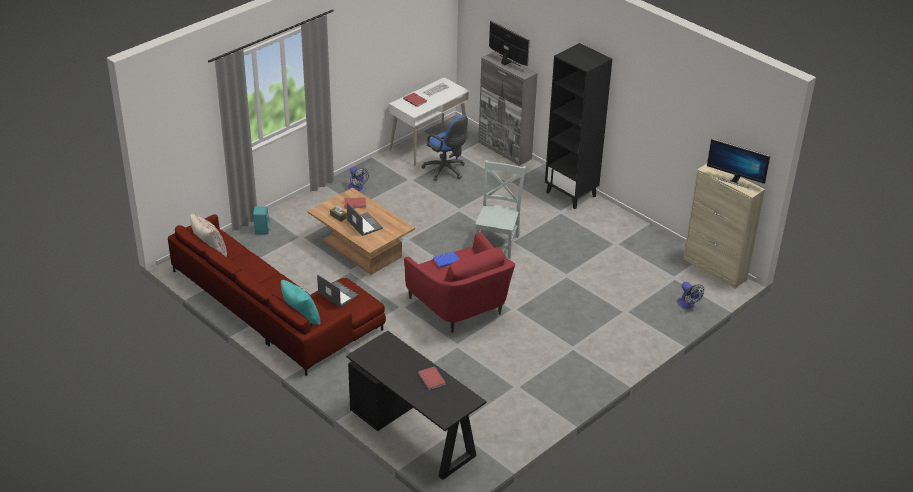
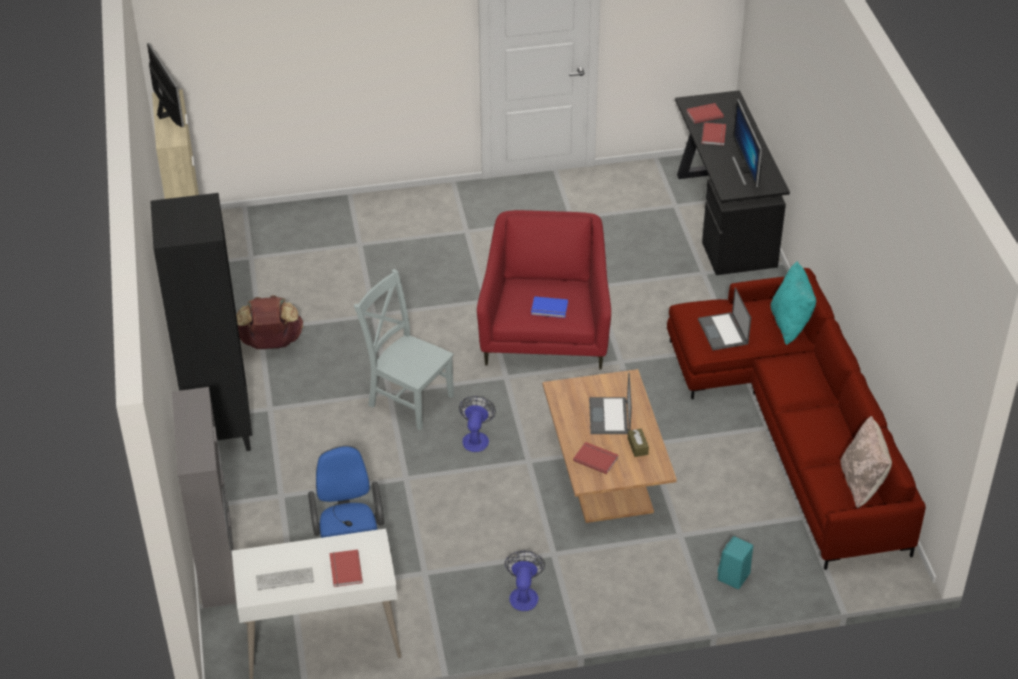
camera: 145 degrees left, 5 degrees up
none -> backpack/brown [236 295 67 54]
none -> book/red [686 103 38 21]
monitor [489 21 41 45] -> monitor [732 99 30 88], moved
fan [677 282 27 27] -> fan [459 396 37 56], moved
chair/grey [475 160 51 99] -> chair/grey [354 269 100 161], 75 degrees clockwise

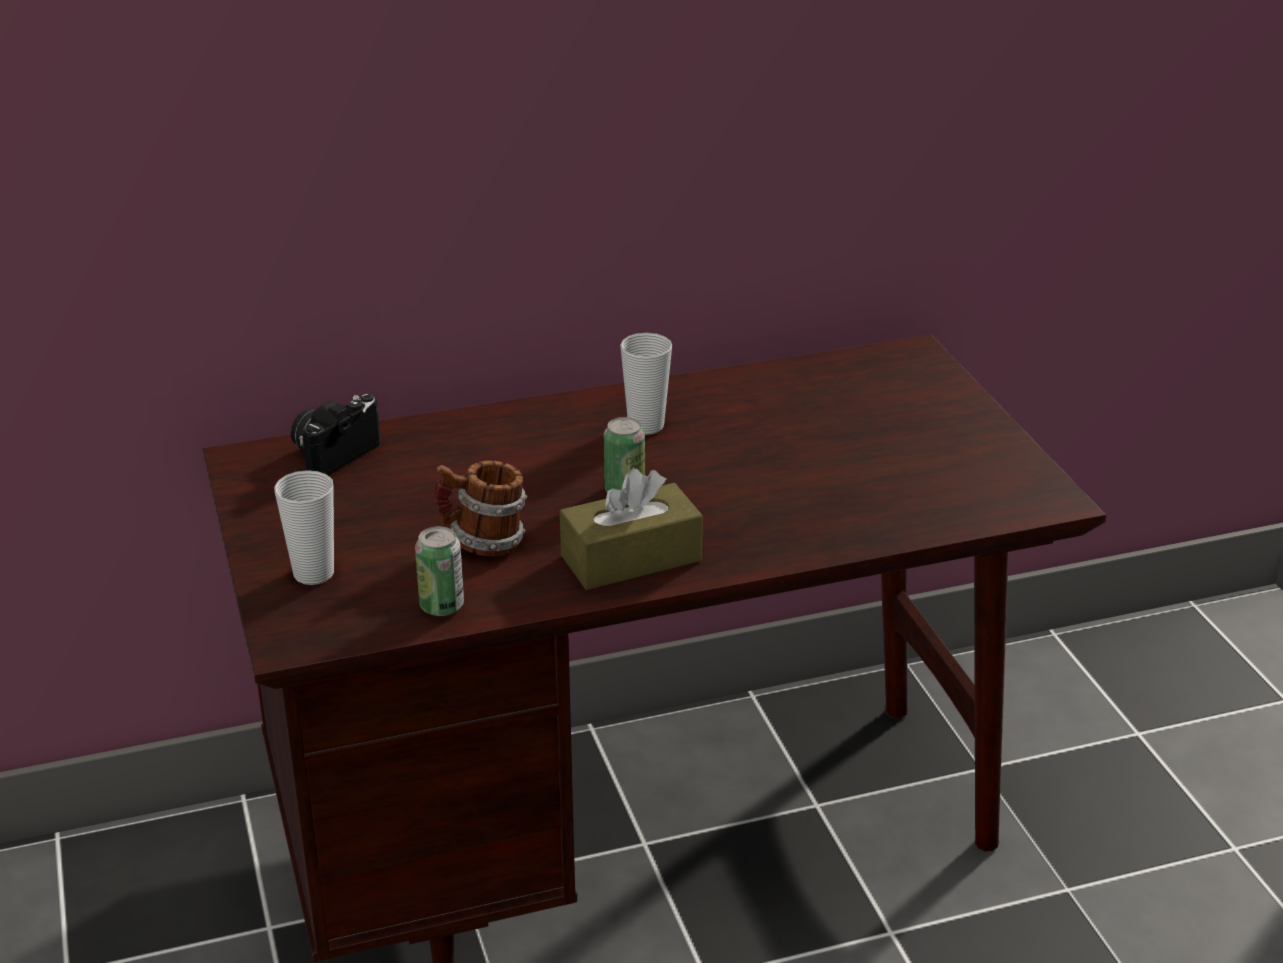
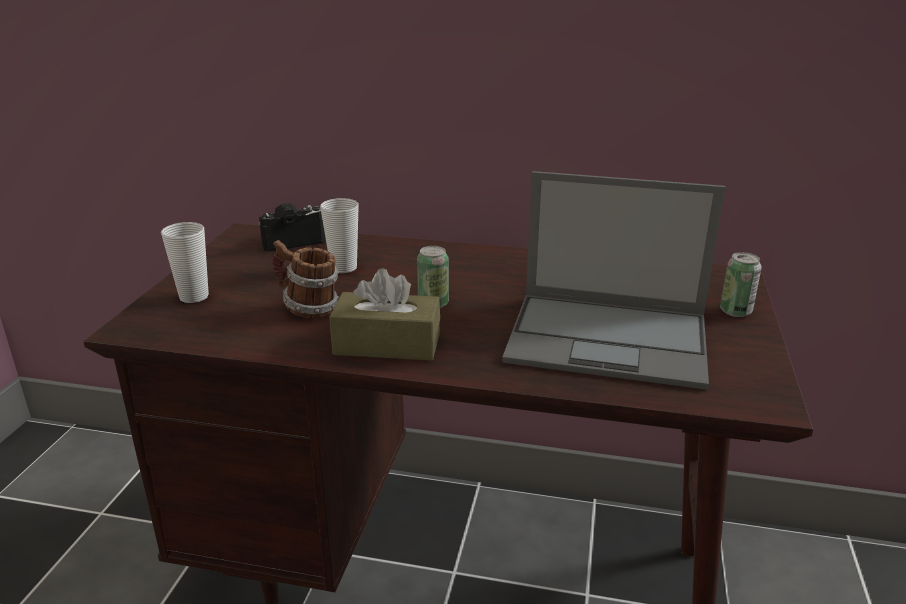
camera: 30 degrees right, 5 degrees down
none -> laptop [502 171 224 219]
can [415 526 49 90] -> can [720 252 41 65], moved
cup [620 333 52 102] -> cup [320 198 39 75], moved

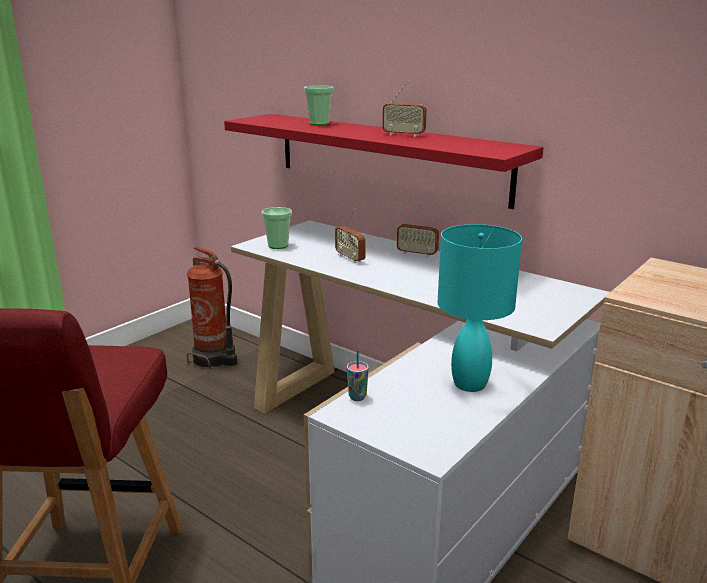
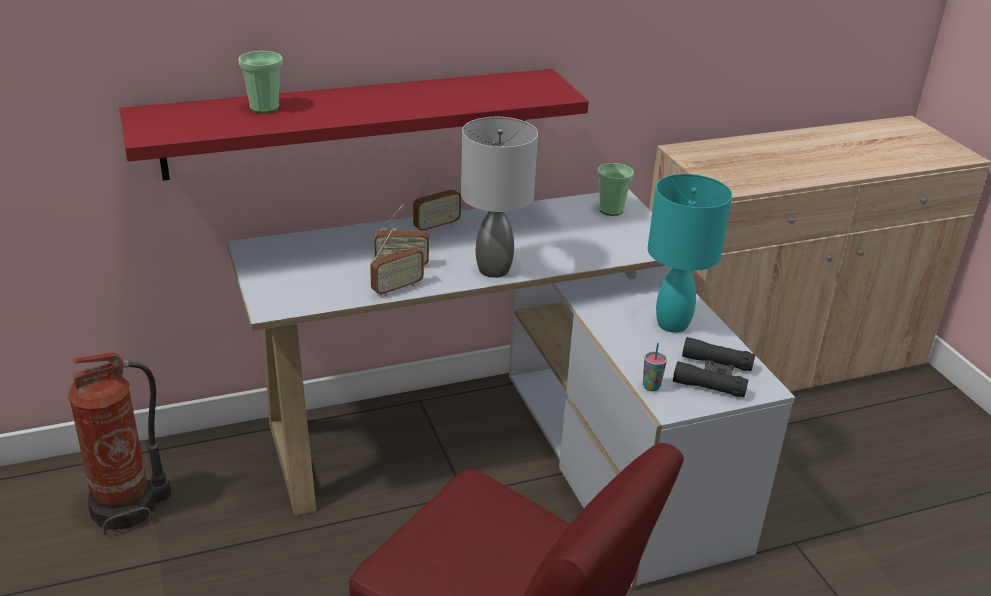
camera: 60 degrees left, 10 degrees up
none -> table lamp/grey [461 117 77 161]
none -> binoculars/black [673 337 82 60]
cup [262 207 30 42] -> cup [597 163 37 53], moved
radio [382 80 45 57] -> radio [370 226 54 70], moved

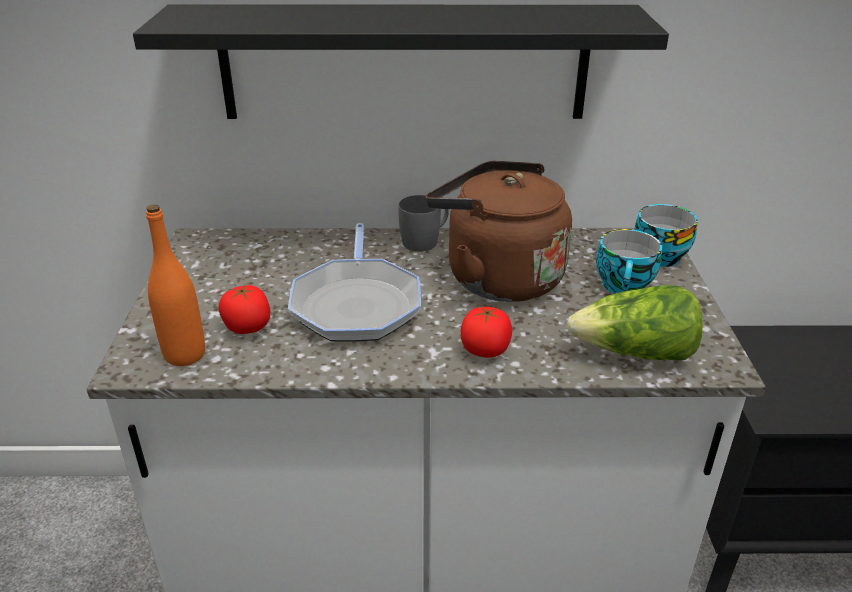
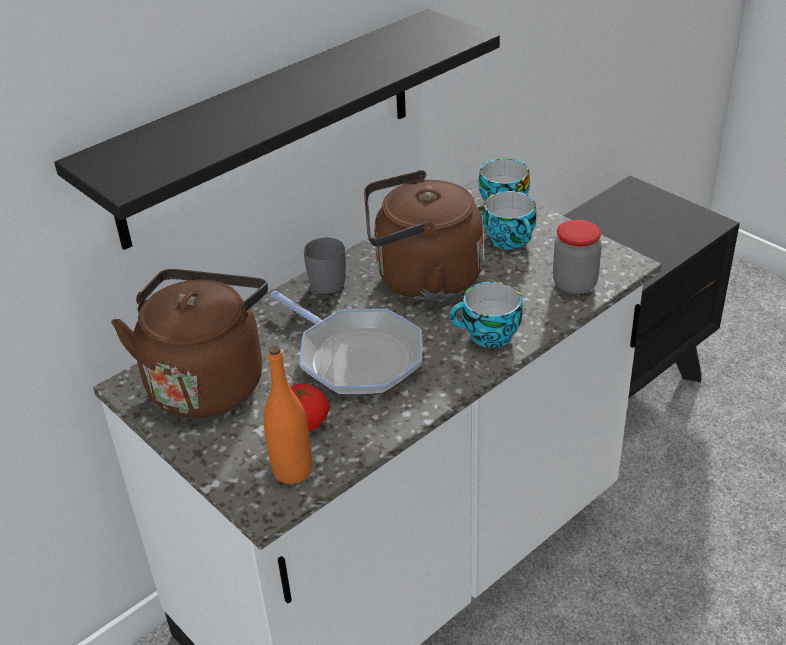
camera: 40 degrees left, 5 degrees up
none -> kettle/brown [111 269 157 149]
tomato [461 306 51 52] -> cup [450 281 73 67]
lettuce [567 285 136 76] -> jar [553 220 49 75]

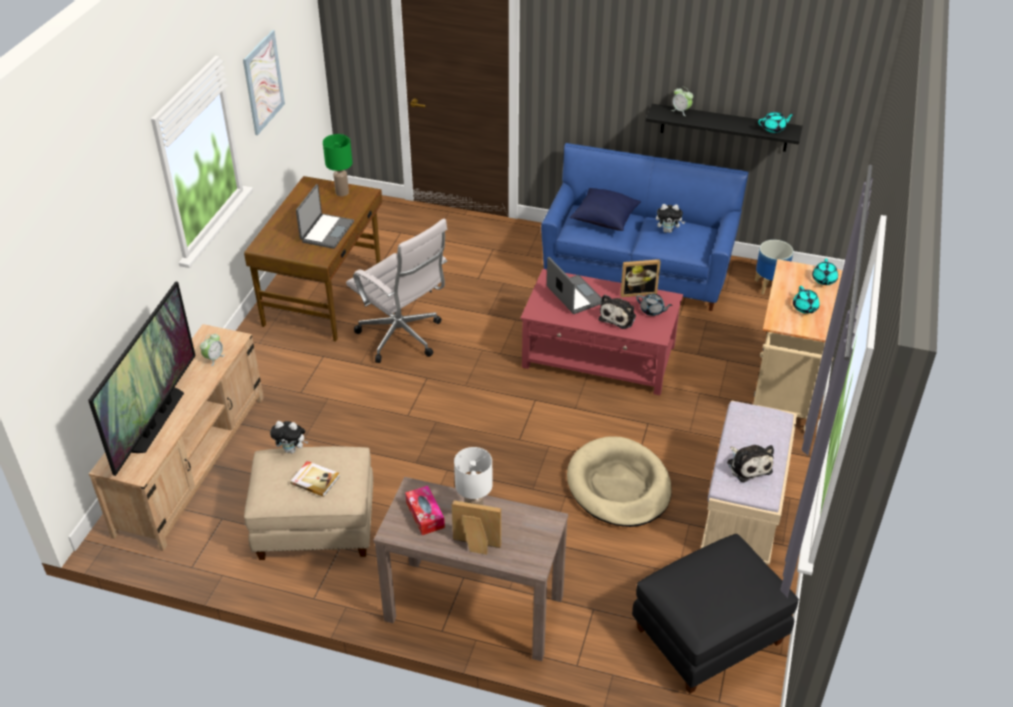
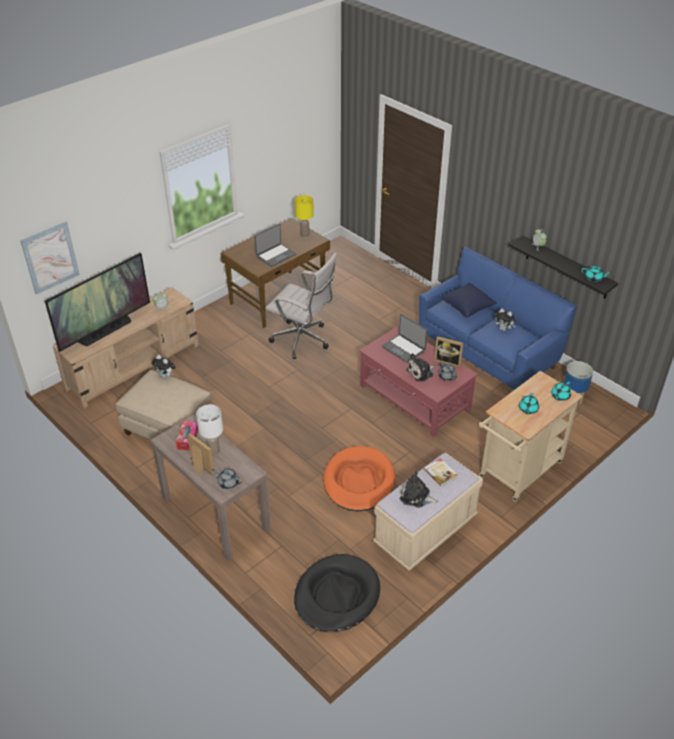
camera: 30 degrees right, 0 degrees up
none -> teapot/grey [212 469 30 20]
picture [243 30 42 105] -> picture [20 222 60 73], moved
book [290 461 50 36] -> book [424 458 34 28], moved
ottoman/black [632 534 167 160] -> dog bed/black [294 554 86 78]
table lamp/green [323 134 30 62] -> table lamp/yellow [295 195 19 42]
dog bed/beige [567 437 105 90] -> dog bed/orange [323 446 72 65]
office chair/white [346 218 101 145] -> office chair/white [266 253 71 106], 45 degrees counterclockwise
laptop [547 257 55 57] -> laptop [382 314 46 49], 135 degrees clockwise
plush toy [727 445 47 37] -> plush toy [400 471 38 37], 105 degrees clockwise

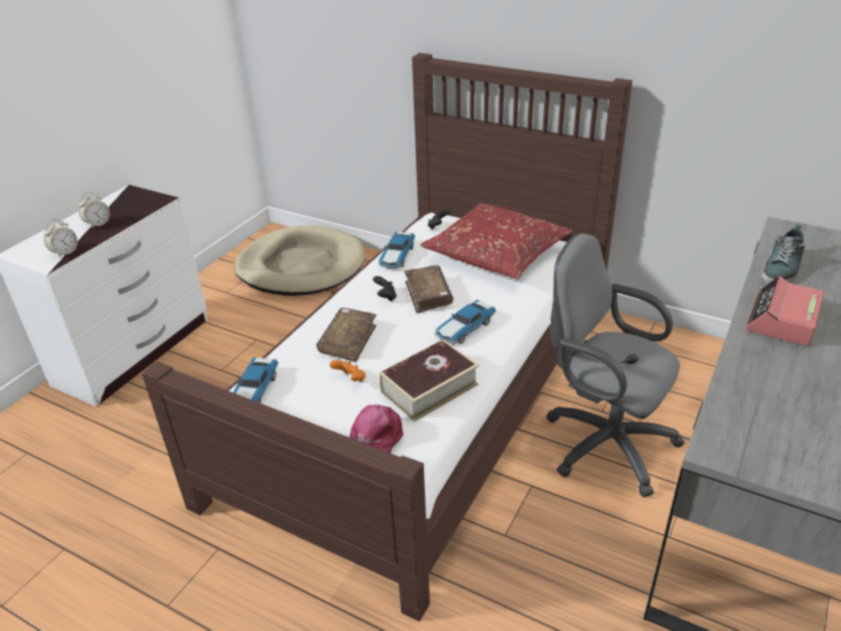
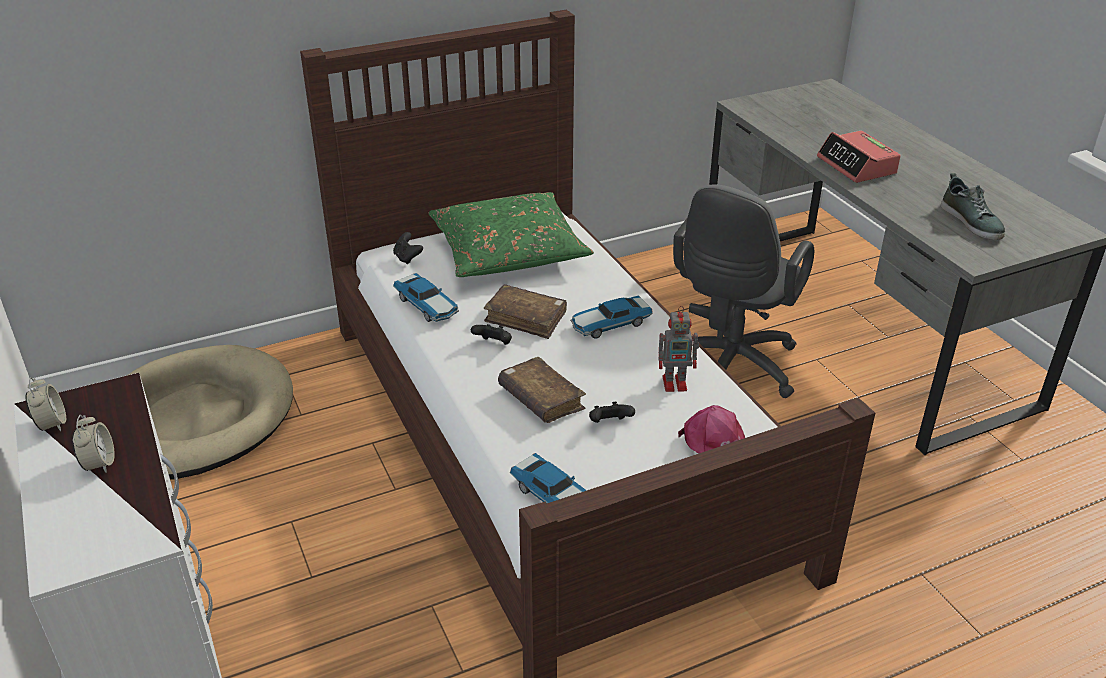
camera: 55 degrees left, 0 degrees up
alarm clock [44 219 34 39] -> alarm clock [26 377 40 54], moved
shoe [762 225 43 59] -> shoe [941 173 64 67], moved
book [379 340 100 82] -> toy robot [659 306 40 86]
game controller/orange [330 360 36 22] -> game controller/black [589 402 46 21]
pillow/red [420 203 152 76] -> pillow/green [428 192 166 85]
toy car [434 300 62 44] -> toy car [570 296 83 43], 75 degrees clockwise
office chair/grey [546 233 139 264] -> office chair/grey [673 184 141 214], 45 degrees counterclockwise

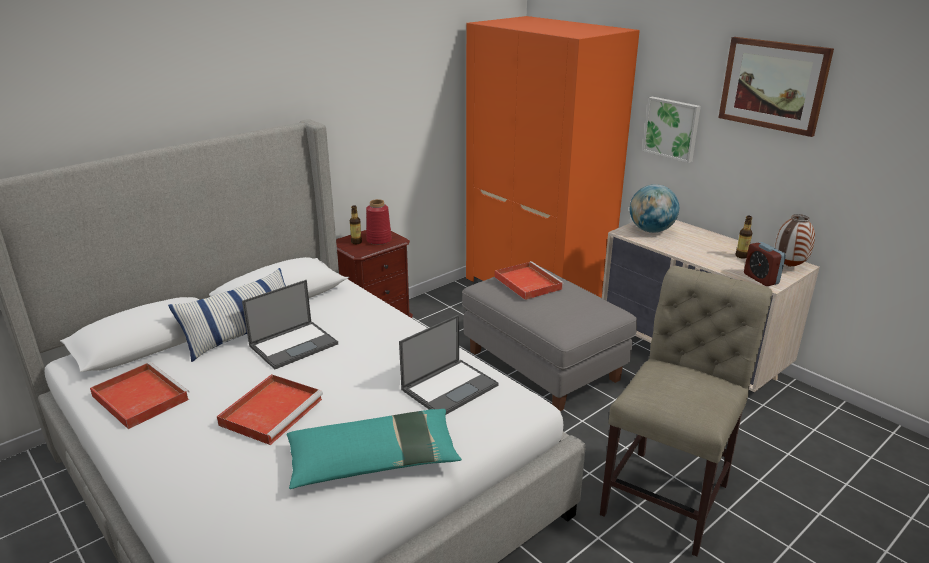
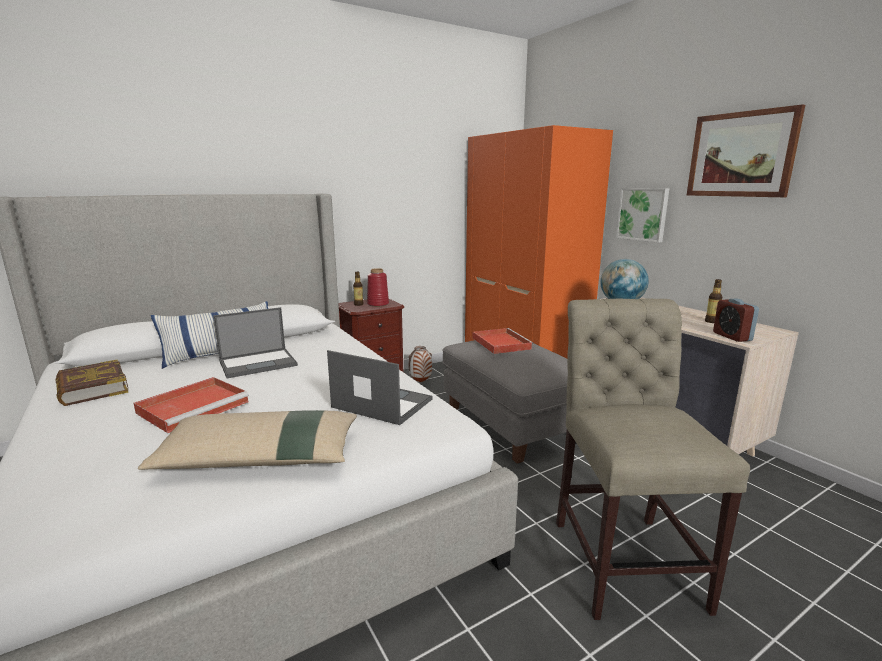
camera: 10 degrees right, 10 degrees down
vase [775 214 40 53] -> vase [408 346 24 36], moved
tray/red [90 362 100 67] -> book [55 360 73 46]
pillow/turquoise [287 409 175 80] -> pillow/beige [138 410 219 60]
laptop [399 315 100 100] -> laptop [327 350 106 75], 120 degrees counterclockwise
chair/beige [600 266 172 291] -> chair/beige [556 298 194 322], 45 degrees counterclockwise

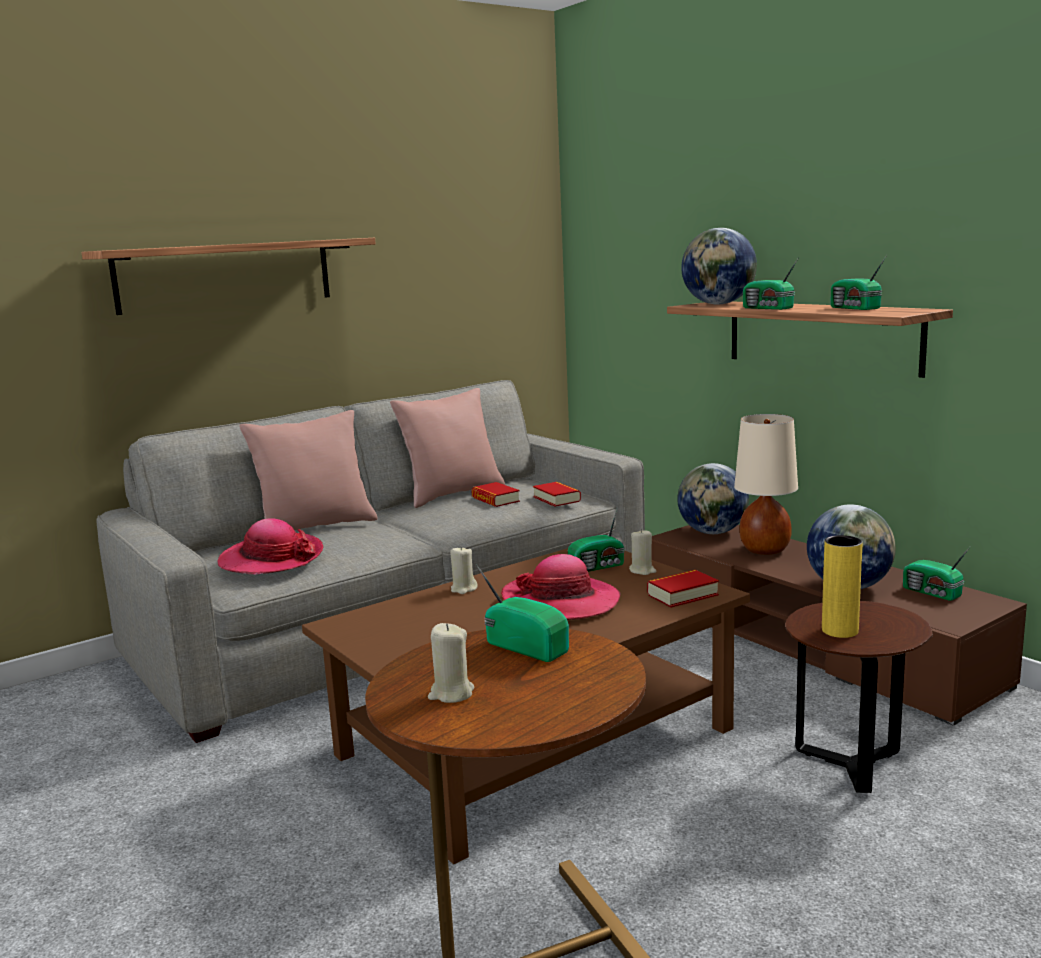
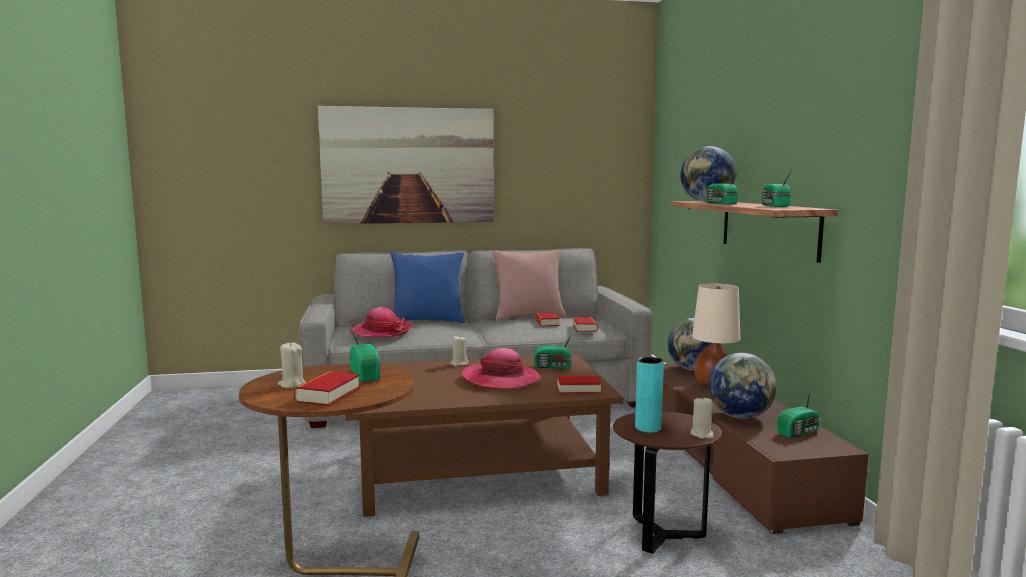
camera: 25 degrees right, 5 degrees down
none -> book [294 371 66 35]
candle/beige [629 529 27 46] -> candle/beige [691 396 23 43], moved
shelf [81 238 295 77] -> picture [318 106 176 118]
pillow/pink [239 410 139 120] -> pillow/blue [391 252 75 71]
vase/yellow [822 535 41 103] -> vase/turquoise [635 357 29 76]
radio [903 546 68 55] -> radio [777 386 43 52], 105 degrees counterclockwise

